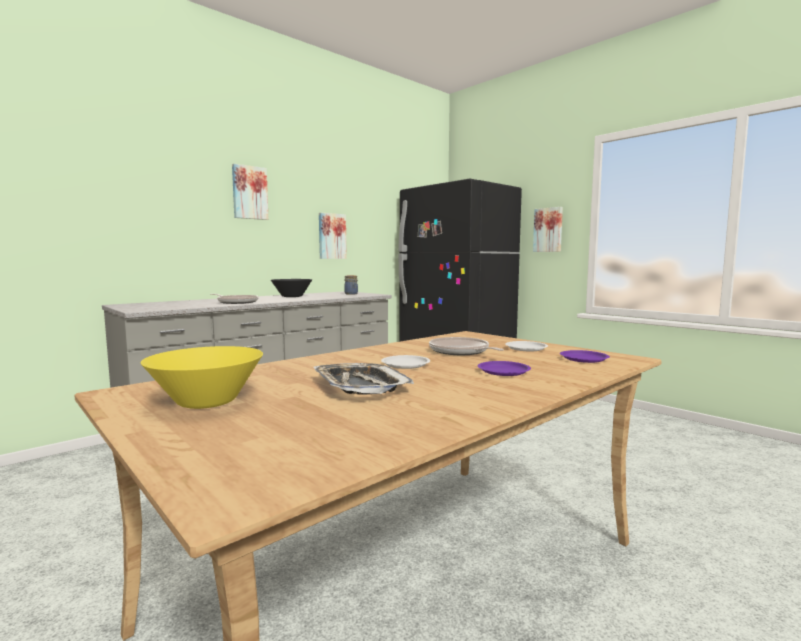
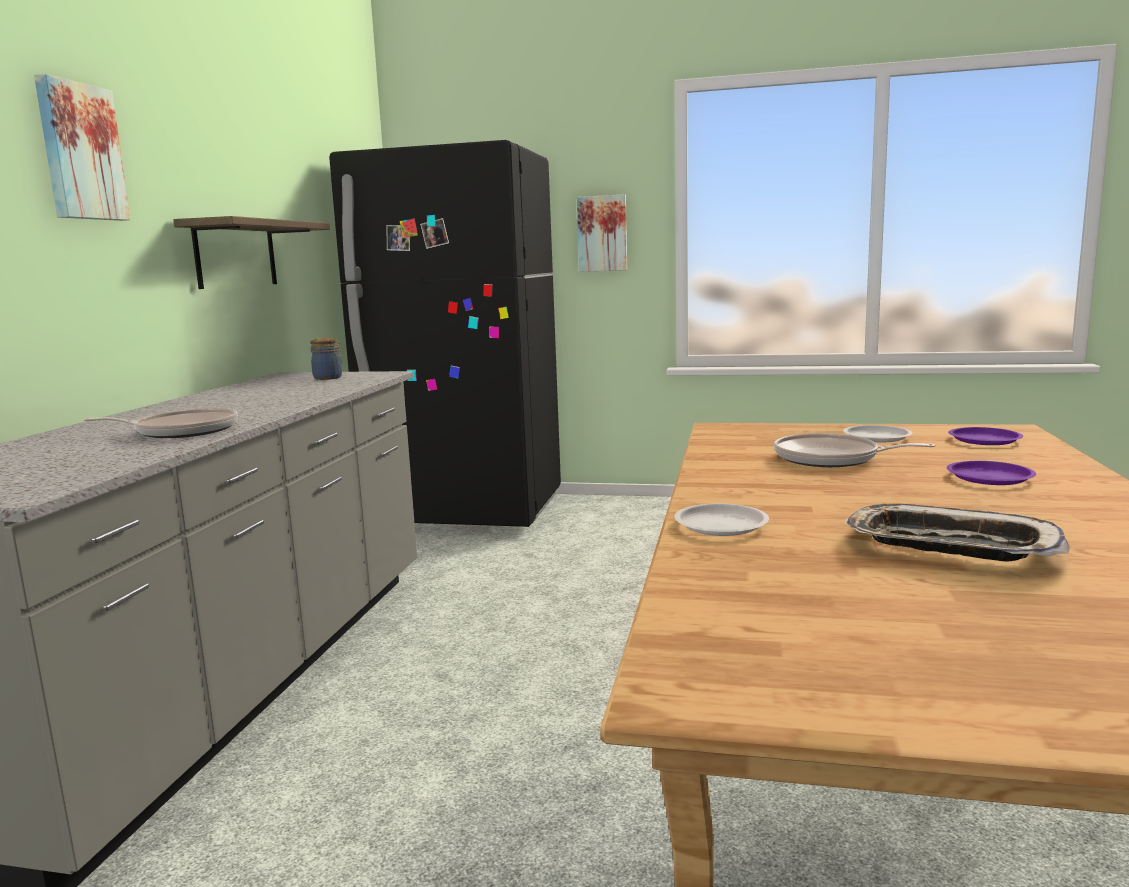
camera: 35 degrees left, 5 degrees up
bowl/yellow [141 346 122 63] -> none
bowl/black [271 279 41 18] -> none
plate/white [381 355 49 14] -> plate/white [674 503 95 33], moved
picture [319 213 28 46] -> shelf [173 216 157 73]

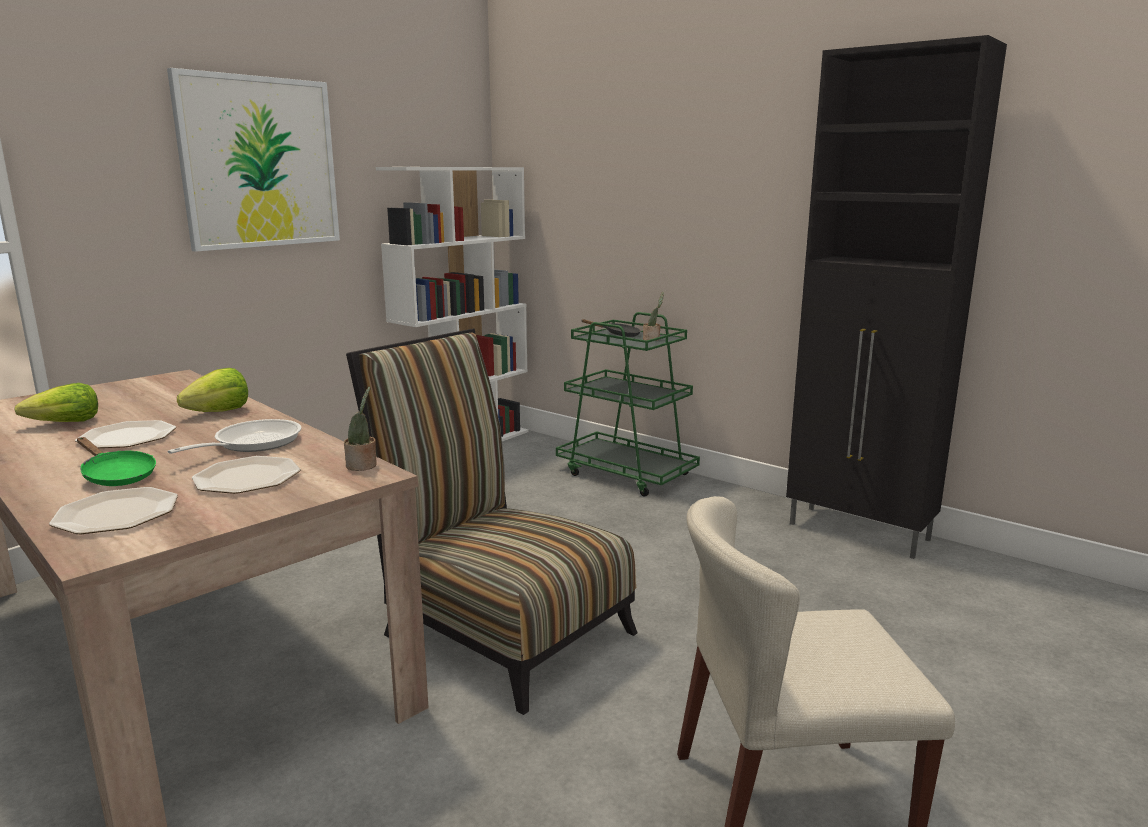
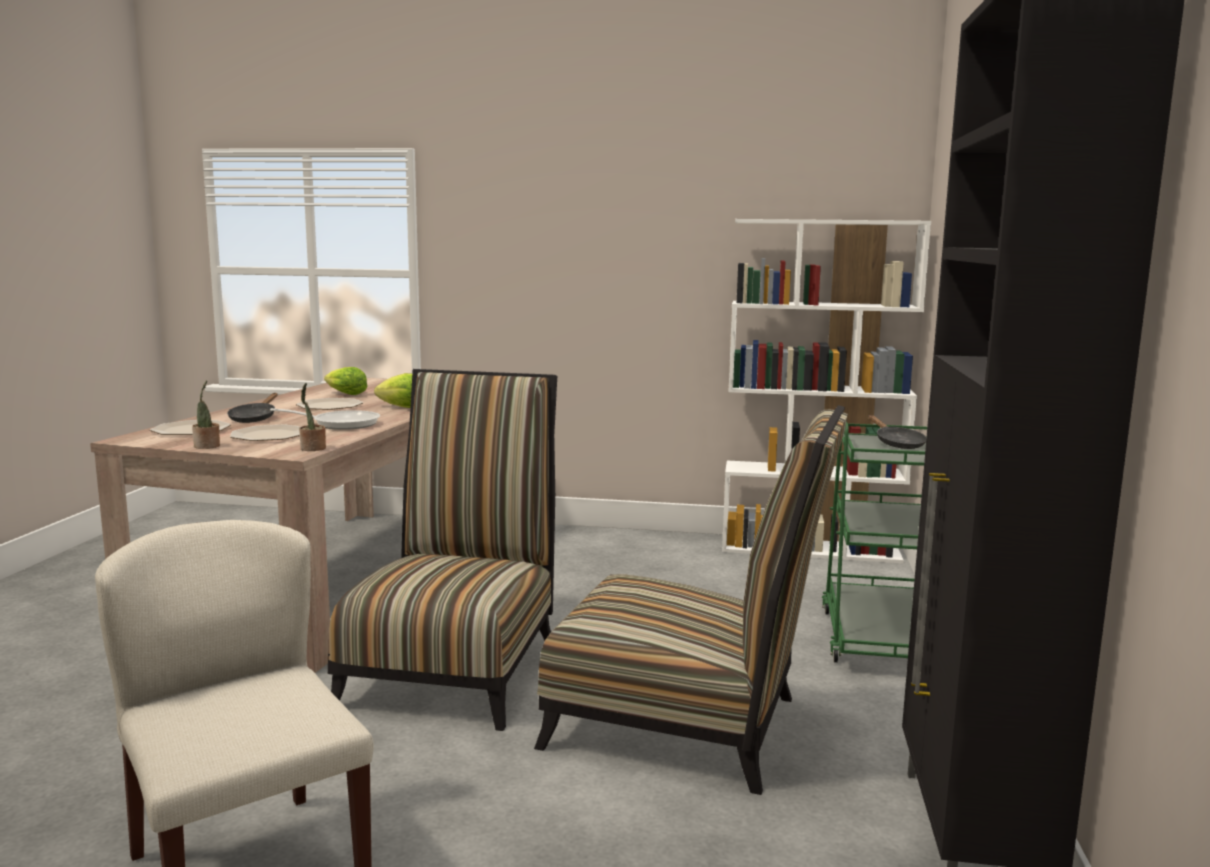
camera: 60 degrees right, 5 degrees down
picture [167 68 173 184] -> none
none -> chair [534 405 314 390]
potted plant [643 292 21 49] -> potted plant [192 380 28 69], moved
frying pan/green [77 437 79 49] -> frying pan/black [227 393 51 30]

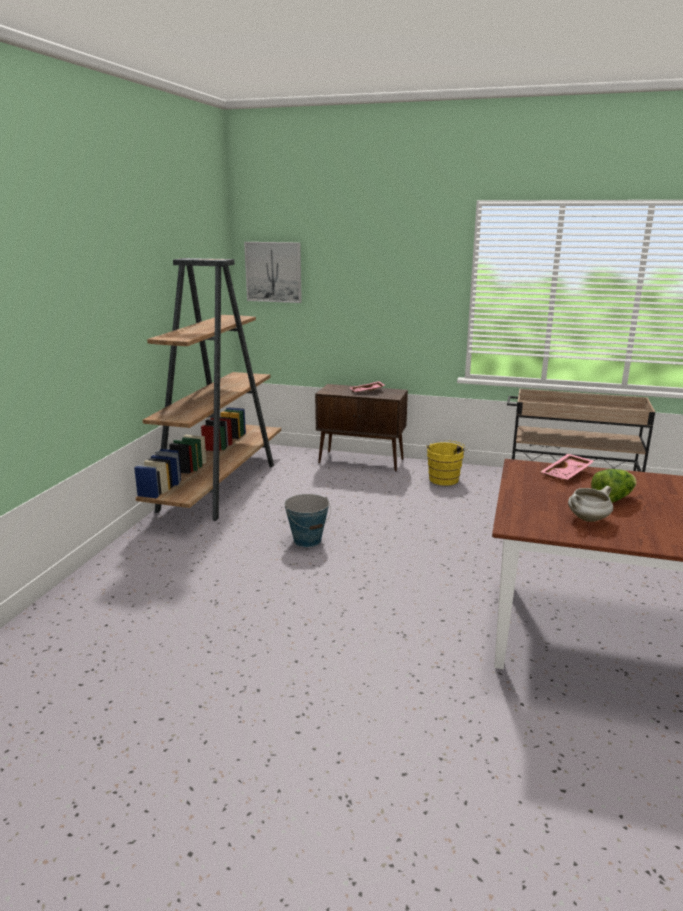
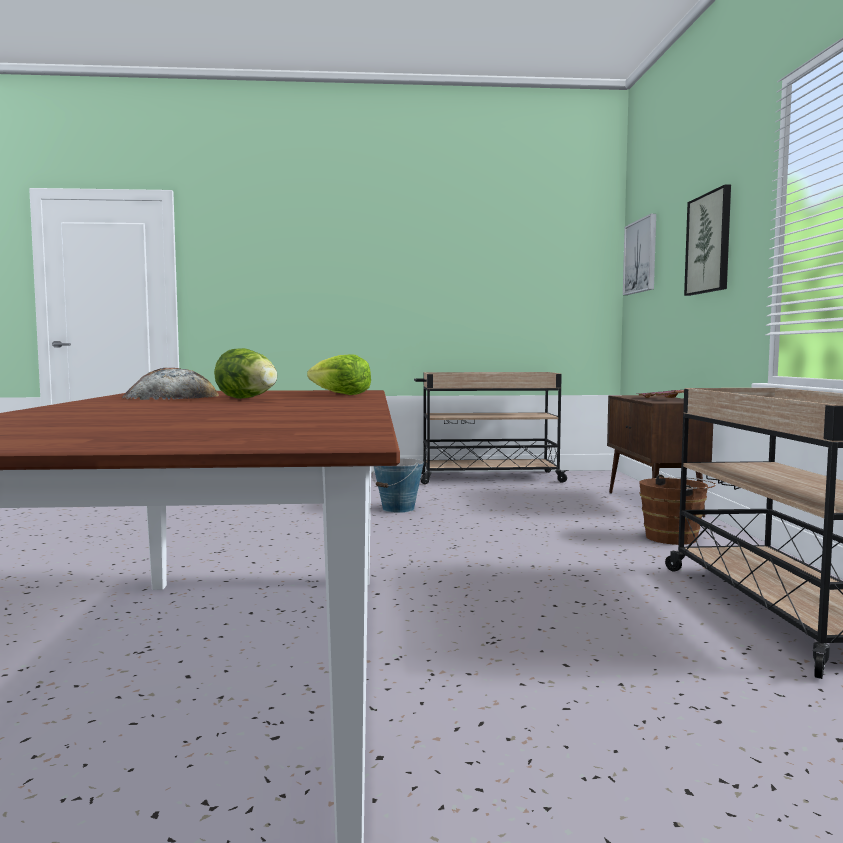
camera: 70 degrees right, 15 degrees down
none -> picture [684 185 47 111]
bookcase/brown [134 258 147 263] -> cart/beige [414 372 155 112]
tray/pink [540 454 54 26] -> lettuce [307 354 64 41]
cooking pot/white [568 486 45 36] -> bread [122 368 97 32]
bucket/yellow [426 440 41 46] -> bucket/brown [639 475 77 70]

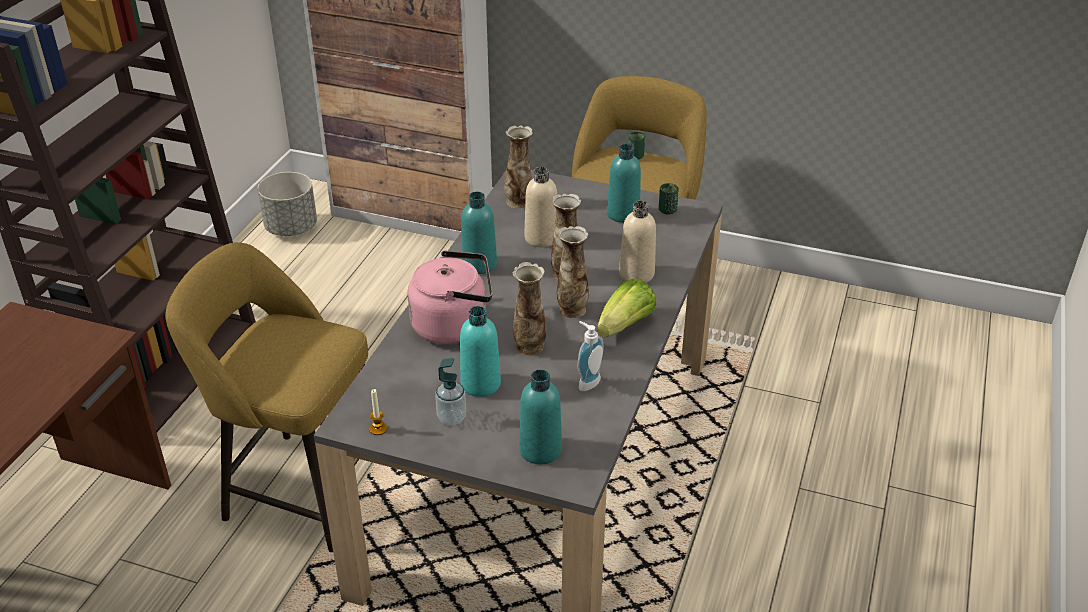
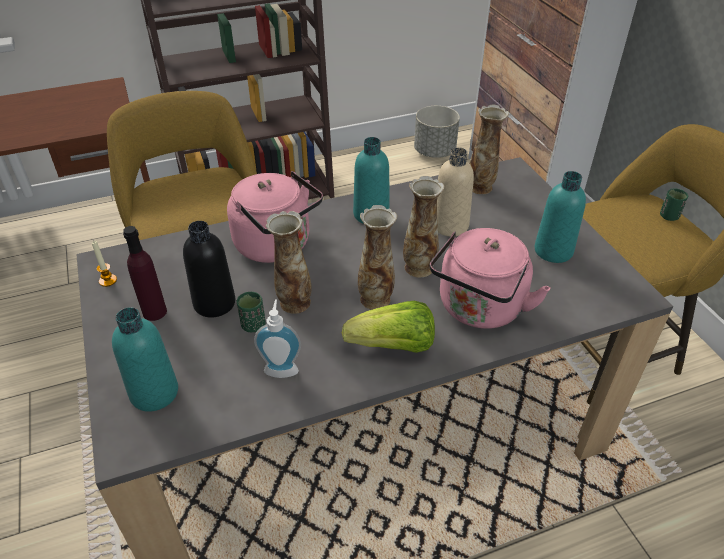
camera: 50 degrees right, 5 degrees up
cup/green [659 183 20 32] -> cup/green [237 292 29 40], moved
soap dispenser [435 358 31 67] -> bottle/purple [123 226 44 95]
bottle/beige [619 201 37 82] -> kettle/pink [430 228 121 101]
bottle/turquoise [460 306 41 91] -> bottle/black [183 221 52 97]

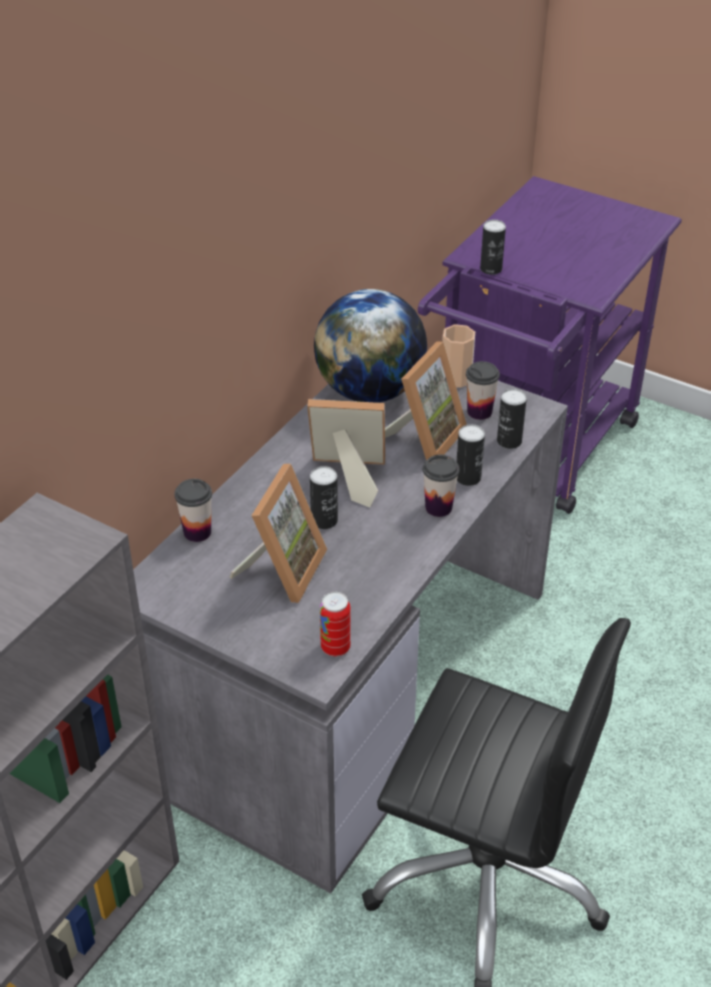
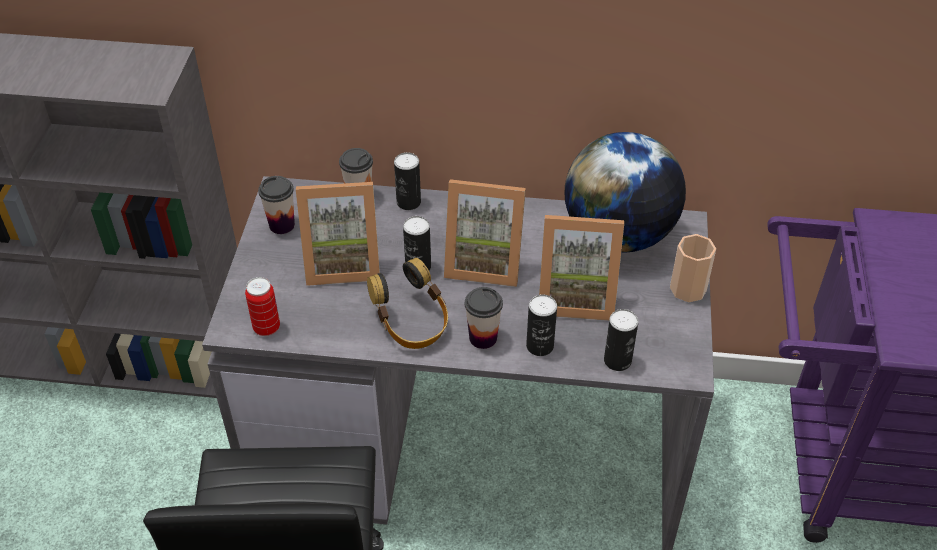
camera: 65 degrees right, 5 degrees up
none -> headphones [367 258 81 91]
cup [466 361 34 59] -> cup [258 176 37 58], moved
can [480 220 26 55] -> can [394 152 27 58], moved
picture frame [307 399 78 109] -> picture frame [444 179 82 108], 120 degrees clockwise

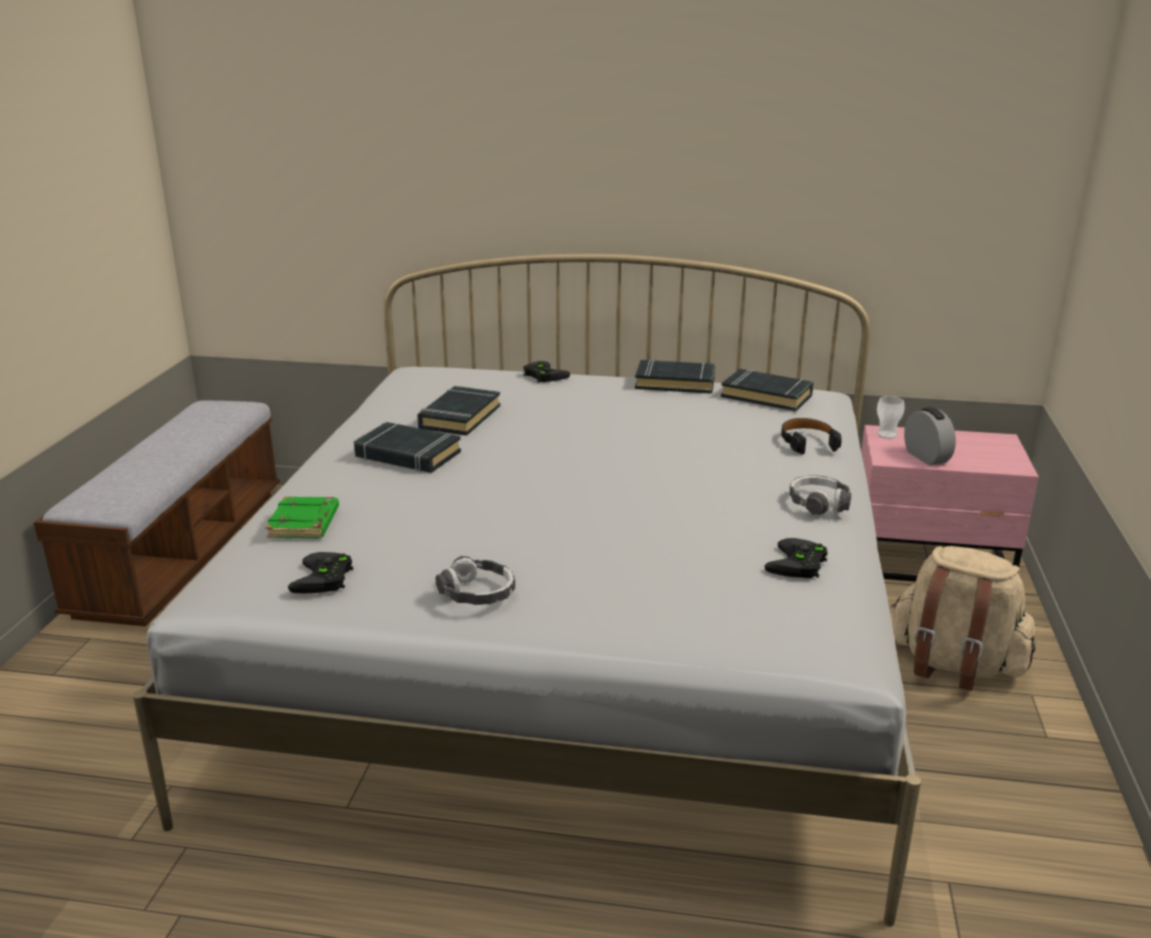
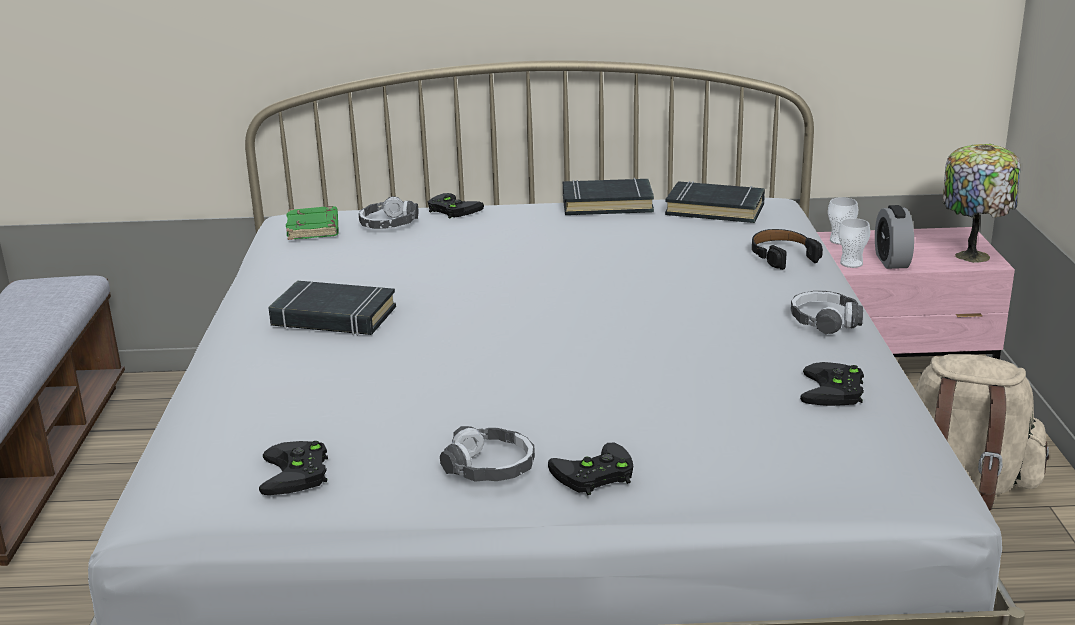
camera: 10 degrees left, 0 degrees up
book/black [417 386 84 50] -> none
none -> headphones [359 196 60 33]
none -> game controller/black [548 443 85 52]
none -> cup [838 218 32 50]
none -> table lamp [943 144 78 119]
book/green [265 496 74 42] -> book/green [286 206 53 34], moved
alarm clock [904 407 52 59] -> alarm clock [875 205 39 64], 150 degrees counterclockwise

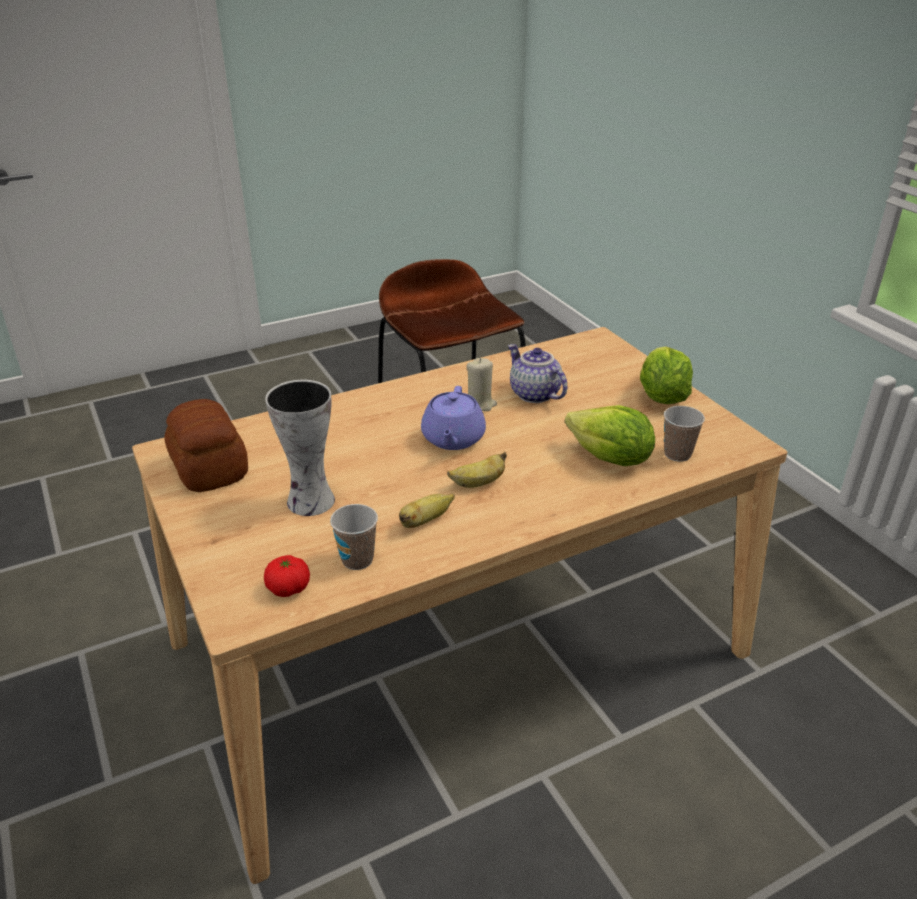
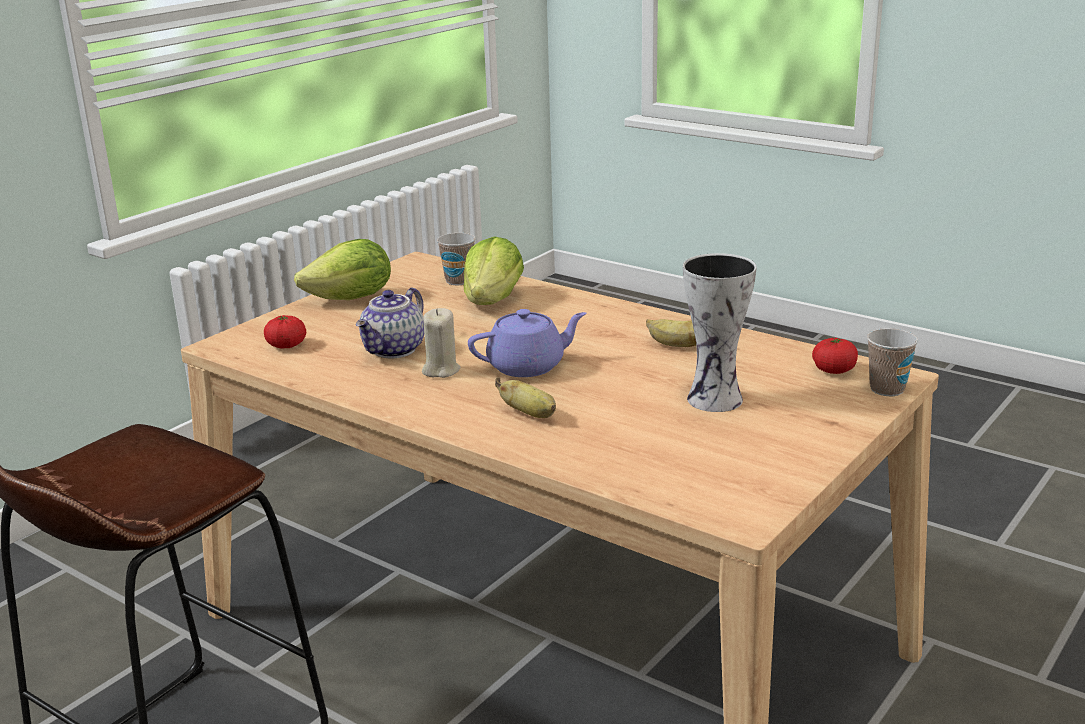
camera: 115 degrees left, 10 degrees down
bread [165 399 83 93] -> none
none -> tomato [264 315 42 34]
cup [330 504 48 66] -> cup [867 328 51 68], moved
banana [447 452 60 36] -> banana [495 377 61 41], moved

